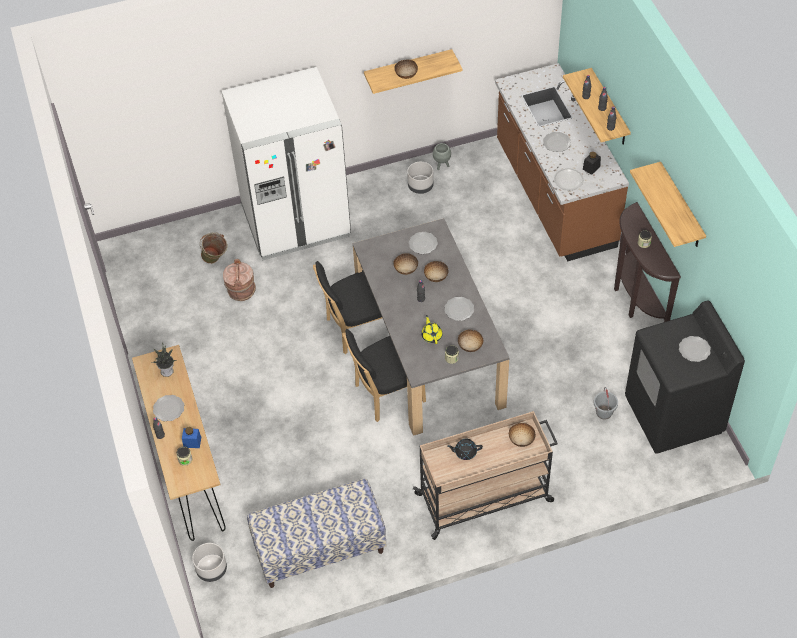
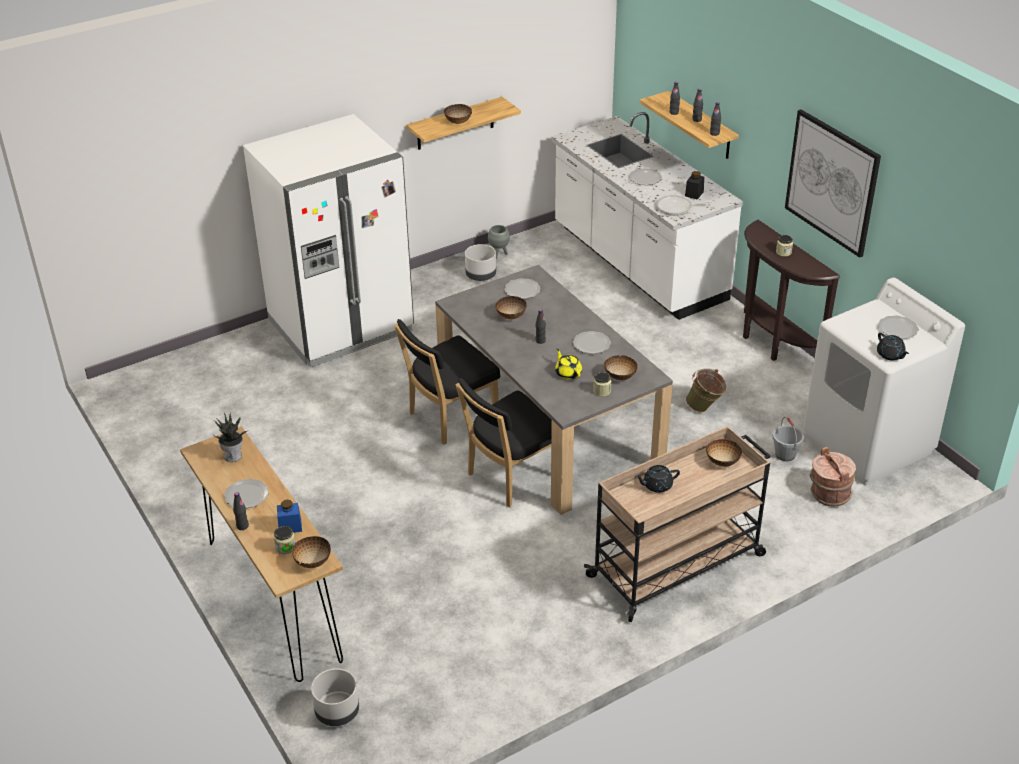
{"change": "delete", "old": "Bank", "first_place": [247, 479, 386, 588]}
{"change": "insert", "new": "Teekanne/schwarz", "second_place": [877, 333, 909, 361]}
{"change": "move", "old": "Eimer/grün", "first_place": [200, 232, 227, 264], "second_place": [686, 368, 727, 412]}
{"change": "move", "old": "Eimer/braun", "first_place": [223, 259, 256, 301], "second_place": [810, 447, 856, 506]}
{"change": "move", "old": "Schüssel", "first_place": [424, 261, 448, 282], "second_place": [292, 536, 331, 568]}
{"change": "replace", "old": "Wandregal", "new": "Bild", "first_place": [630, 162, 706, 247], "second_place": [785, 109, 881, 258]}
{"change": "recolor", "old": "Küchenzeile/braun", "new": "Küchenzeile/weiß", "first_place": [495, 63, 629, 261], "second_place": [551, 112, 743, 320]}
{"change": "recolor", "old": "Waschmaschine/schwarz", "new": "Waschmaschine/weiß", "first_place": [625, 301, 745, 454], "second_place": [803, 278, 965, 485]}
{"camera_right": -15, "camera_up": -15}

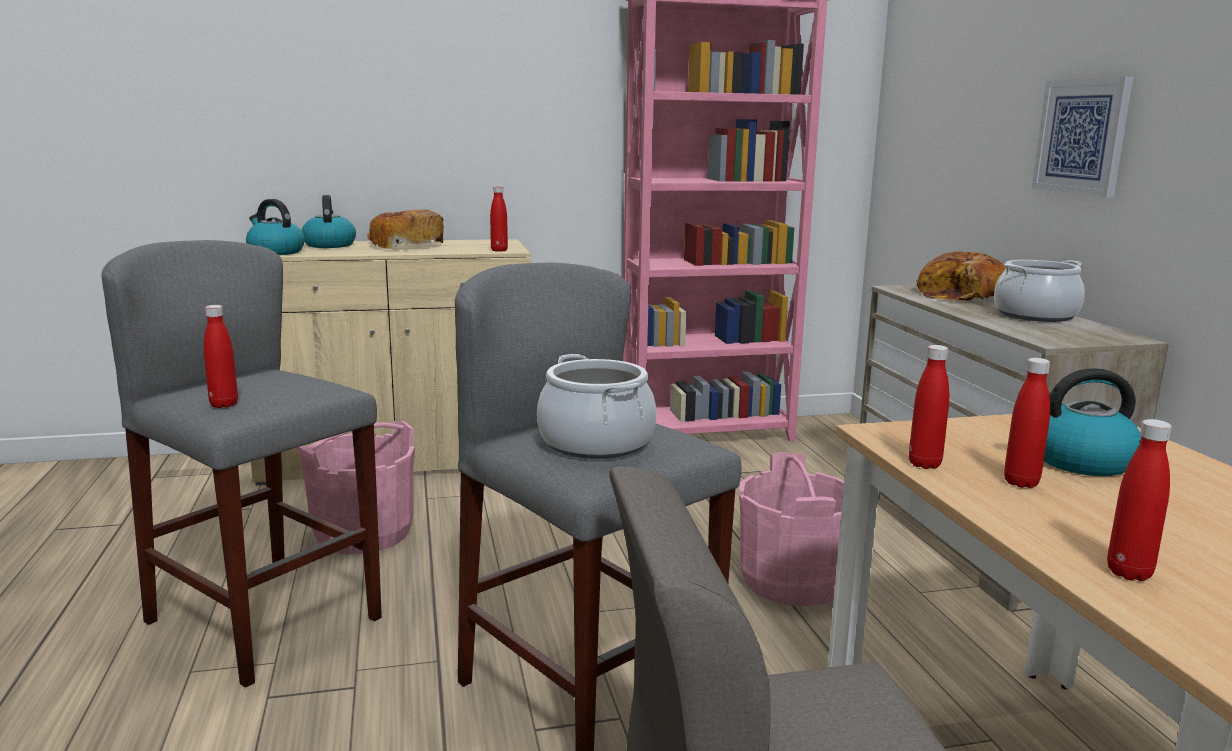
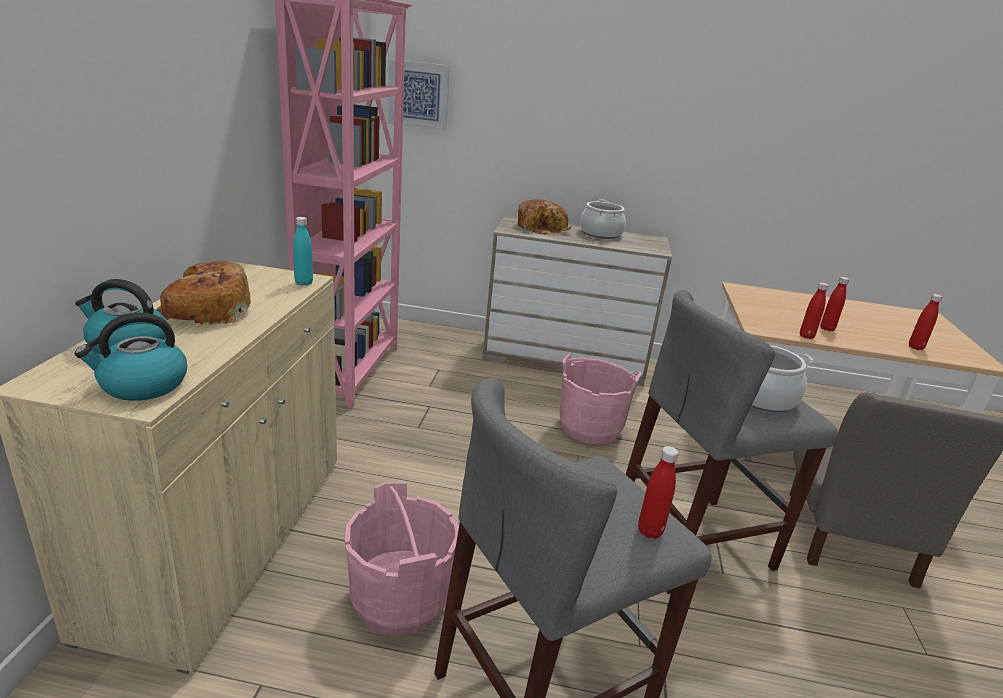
{"change": "delete", "old": "Wasserkessel", "first_place": [1044, 368, 1141, 476]}
{"change": "move", "old": "Bild", "first_place": [1032, 77, 1133, 197], "second_place": [388, 59, 450, 131]}
{"change": "recolor", "old": "Flasche/rot", "new": "Flasche/türkis", "first_place": [490, 186, 508, 252], "second_place": [293, 217, 313, 286]}
{"camera_right": -70, "camera_up": 10}

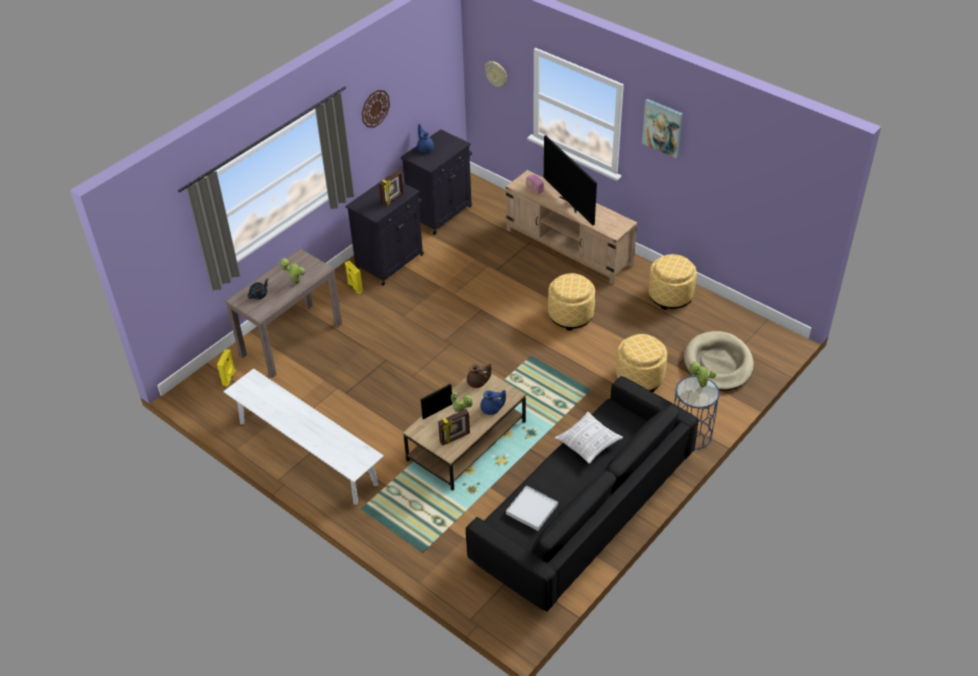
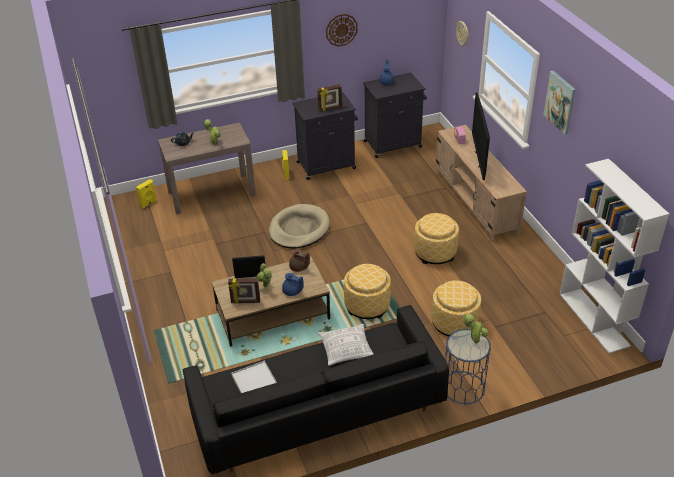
{"change": "delete", "old": "Bank/weiß", "first_place": [223, 369, 384, 505]}
{"change": "insert", "new": "Bücherregal/weiß", "second_place": [559, 159, 669, 354]}
{"change": "move", "old": "Polsterhocker", "first_place": [648, 254, 697, 310], "second_place": [344, 264, 391, 319]}
{"change": "move", "old": "Hundebett/beige", "first_place": [684, 331, 754, 391], "second_place": [269, 204, 330, 249]}
{"camera_right": 30, "camera_up": -5}

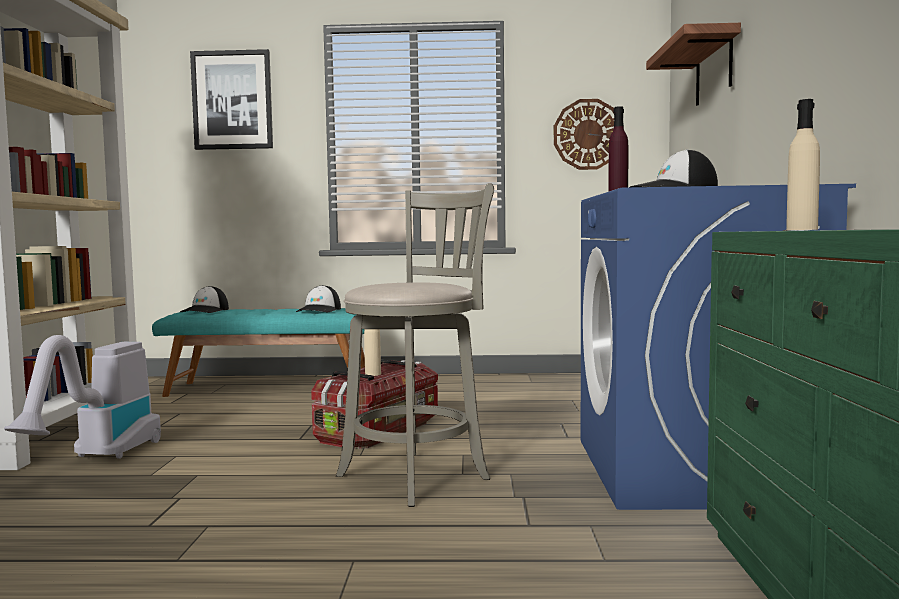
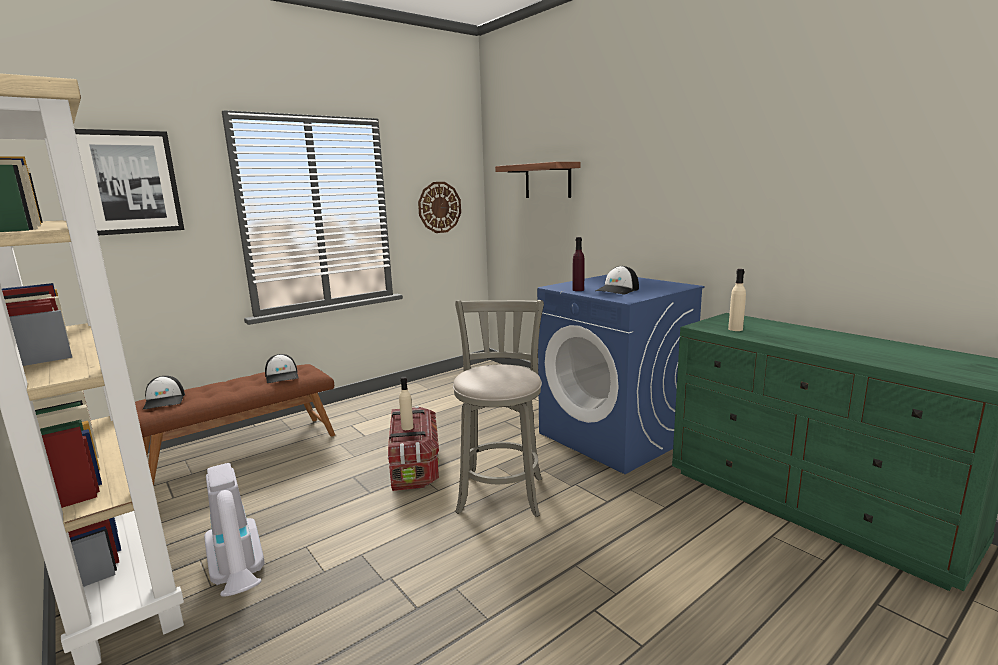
{"change": "recolor", "old": "Bank/türkis", "new": "Bank/braun", "first_place": [152, 308, 365, 397], "second_place": [135, 364, 335, 486]}
{"camera_right": -40, "camera_up": 10}

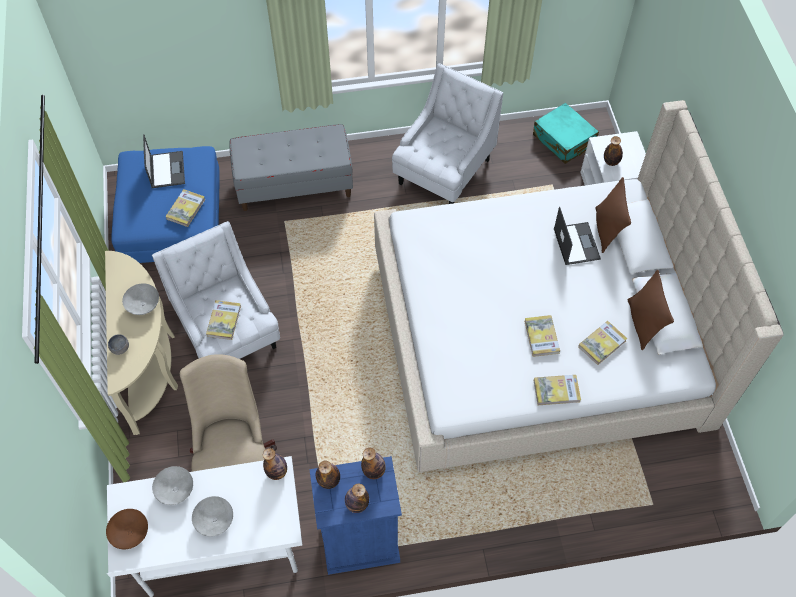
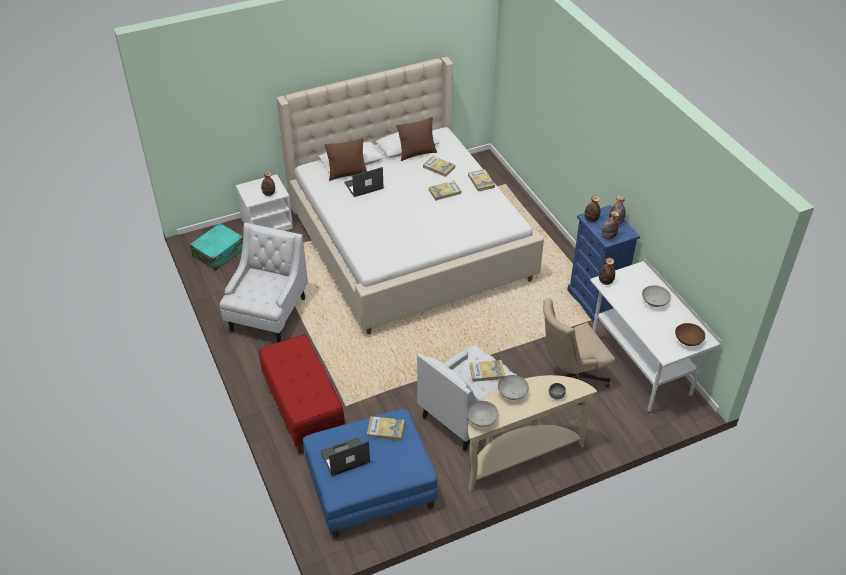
{"change": "move", "old": "Schüssel/grau", "first_place": [152, 466, 193, 505], "second_place": [467, 401, 498, 427]}
{"change": "recolor", "old": "Bank/grau", "new": "Bank/rot", "first_place": [230, 124, 353, 211], "second_place": [259, 334, 345, 454]}
{"change": "rotate", "old": "Sessel/weiß", "first_place": [392, 63, 503, 204], "second_place": [219, 223, 308, 342], "degrees": 90}
{"camera_right": -105, "camera_up": -15}

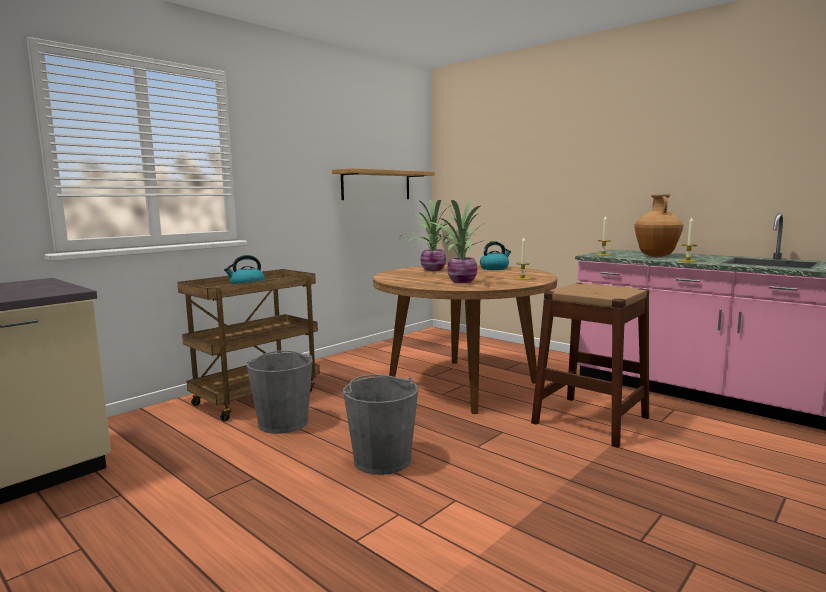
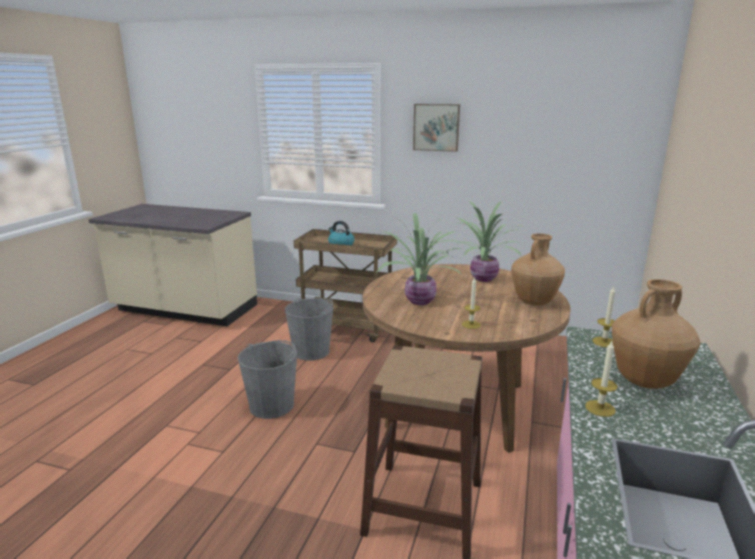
{"change": "delete", "old": "Wandregal", "first_place": [332, 168, 435, 200]}
{"change": "insert", "new": "Bild", "second_place": [413, 104, 460, 152]}
{"change": "replace", "old": "Wasserkessel", "new": "Vase/braun", "first_place": [480, 241, 511, 270], "second_place": [511, 233, 565, 305]}
{"camera_right": 65, "camera_up": 10}

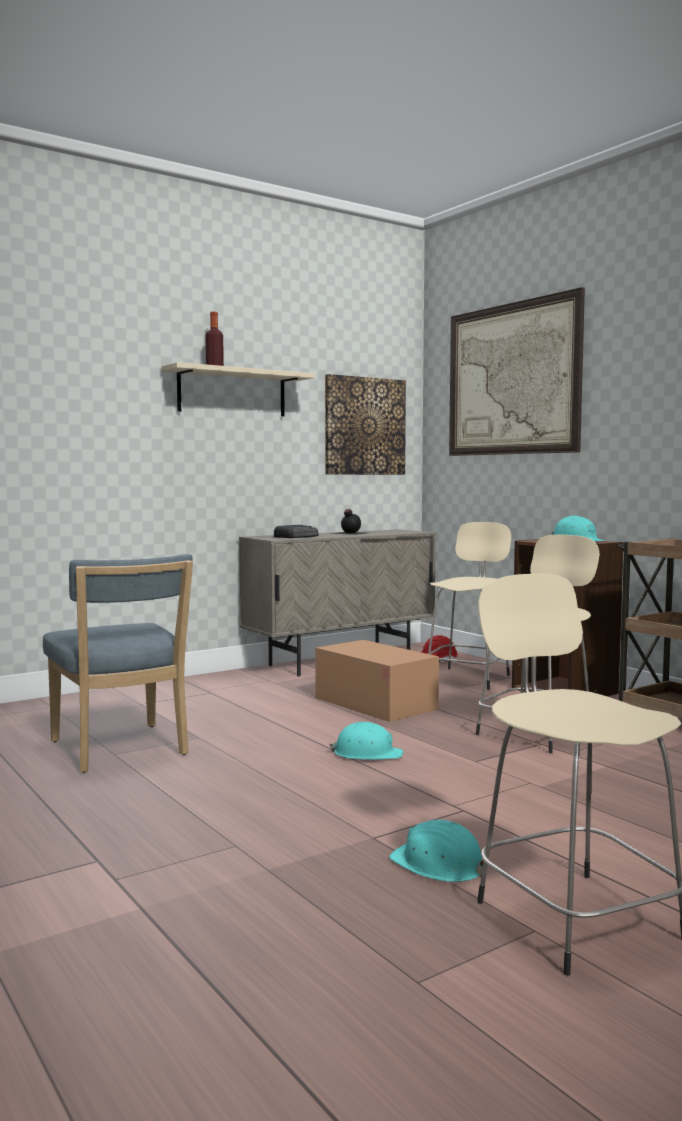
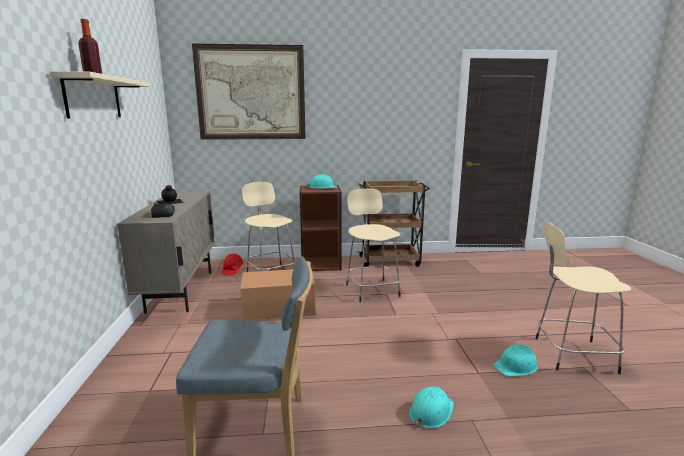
{"change": "delete", "old": "Bild", "first_place": [325, 374, 406, 475]}
{"change": "move", "old": "Schutzhelm/türkis", "first_place": [330, 722, 404, 760], "second_place": [409, 387, 454, 428]}
{"camera_right": -60, "camera_up": 10}

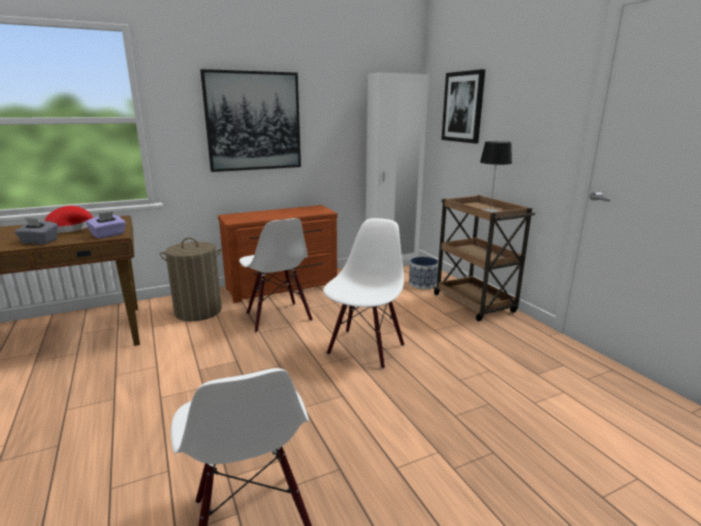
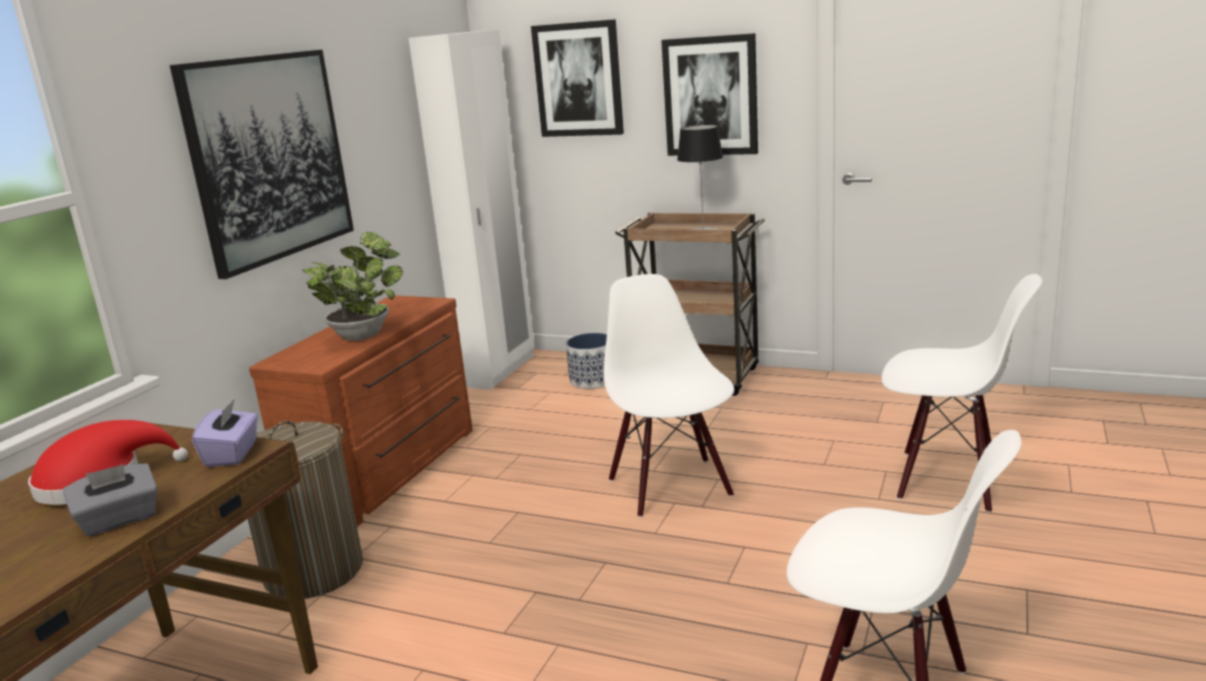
{"change": "insert", "new": "Topfpflanze", "second_place": [303, 232, 403, 341]}
{"change": "insert", "new": "Bild", "second_place": [661, 33, 758, 156]}
{"change": "move", "old": "Stuhl/weiß", "first_place": [239, 218, 313, 333], "second_place": [881, 274, 1042, 513]}
{"camera_right": -40, "camera_up": 0}

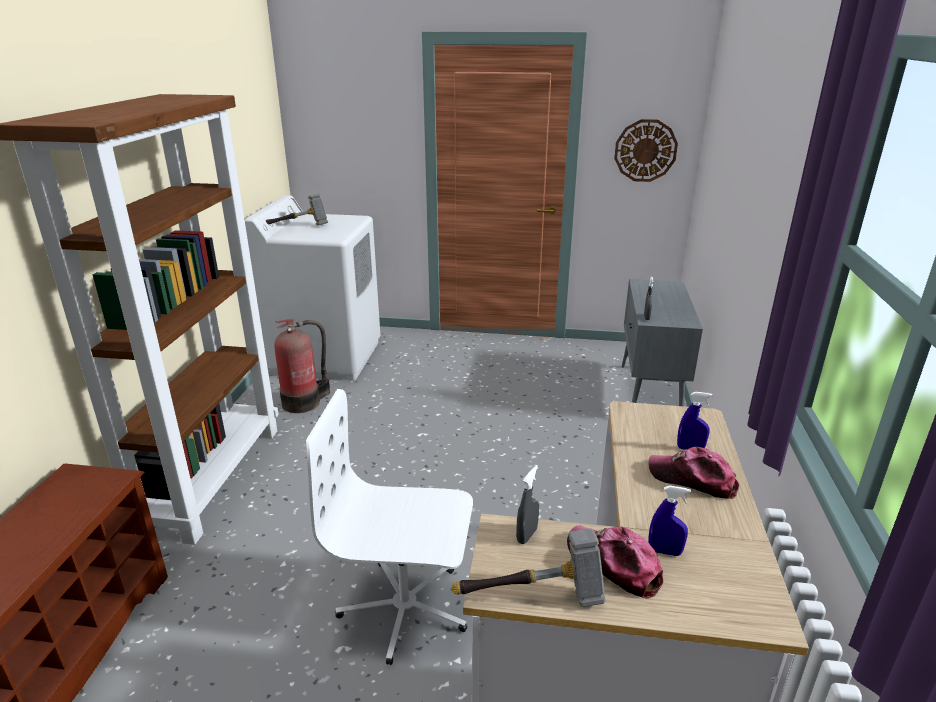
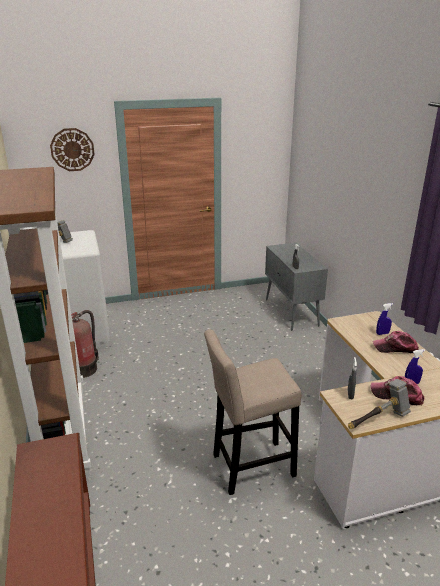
{"change": "move", "old": "Wanduhr", "first_place": [614, 119, 678, 182], "second_place": [50, 128, 95, 171]}
{"change": "replace", "old": "Bürostuhl/weiß", "new": "Hocker/beige", "first_place": [306, 389, 473, 665], "second_place": [204, 329, 301, 495]}
{"camera_right": -25, "camera_up": 0}

